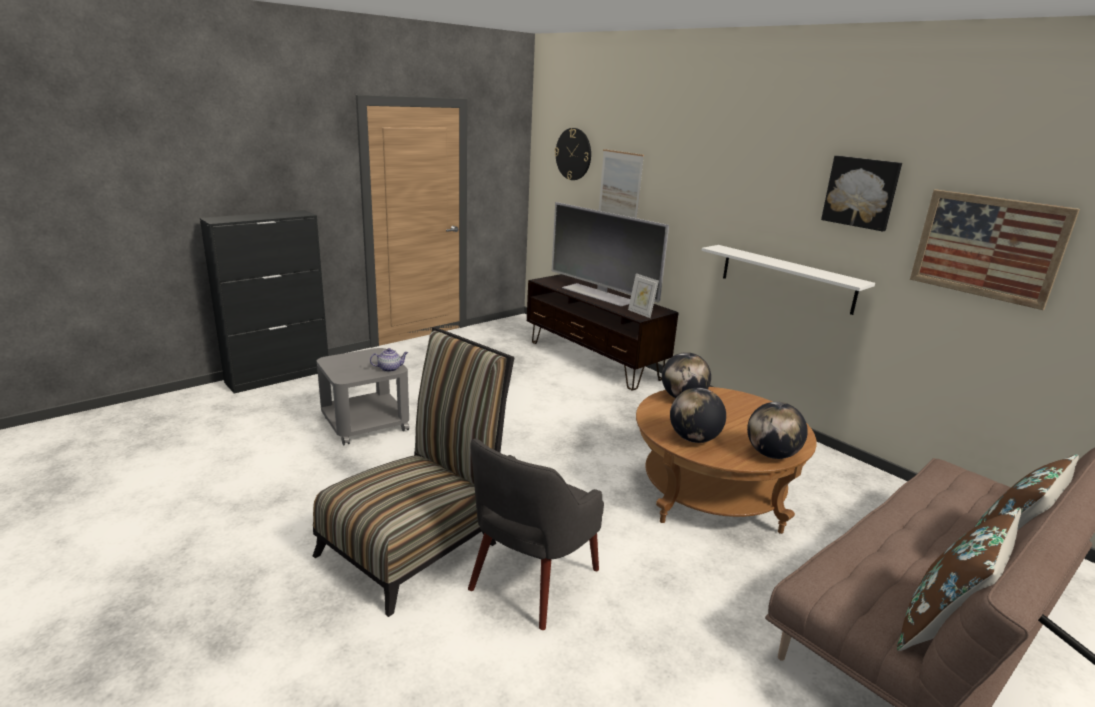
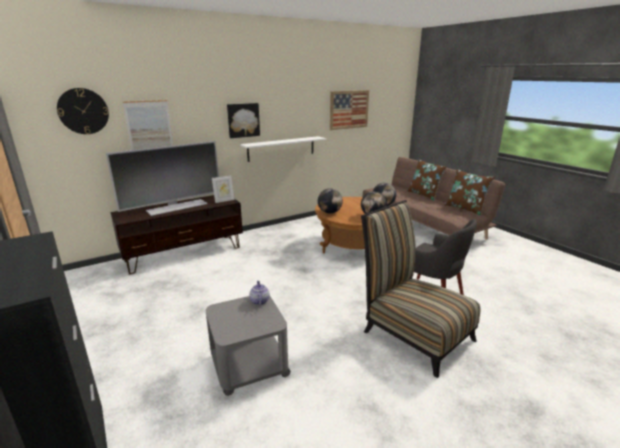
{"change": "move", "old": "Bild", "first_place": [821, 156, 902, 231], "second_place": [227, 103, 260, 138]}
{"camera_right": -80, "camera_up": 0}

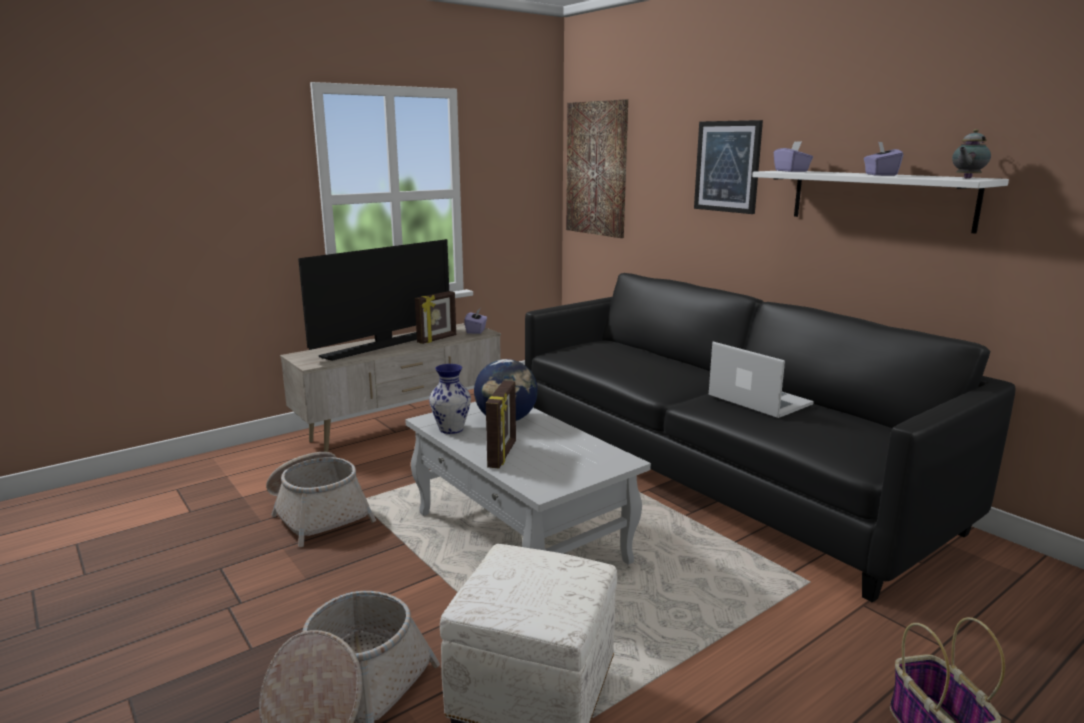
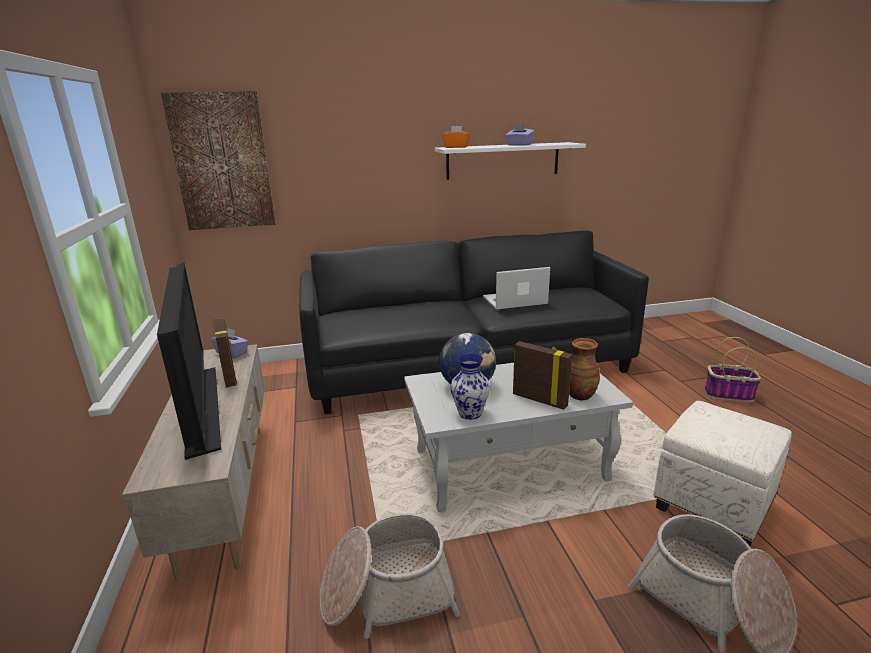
{"change": "delete", "old": "Bild", "first_place": [694, 120, 763, 214]}
{"change": "delete", "old": "Teekanne", "first_place": [952, 129, 991, 179]}
{"change": "insert", "new": "Vase", "second_place": [569, 338, 600, 400]}
{"change": "recolor", "old": "Taschentuchbox/lila", "new": "Taschentuchbox/orange", "first_place": [774, 141, 813, 172], "second_place": [442, 126, 470, 148]}
{"camera_right": -65, "camera_up": 5}

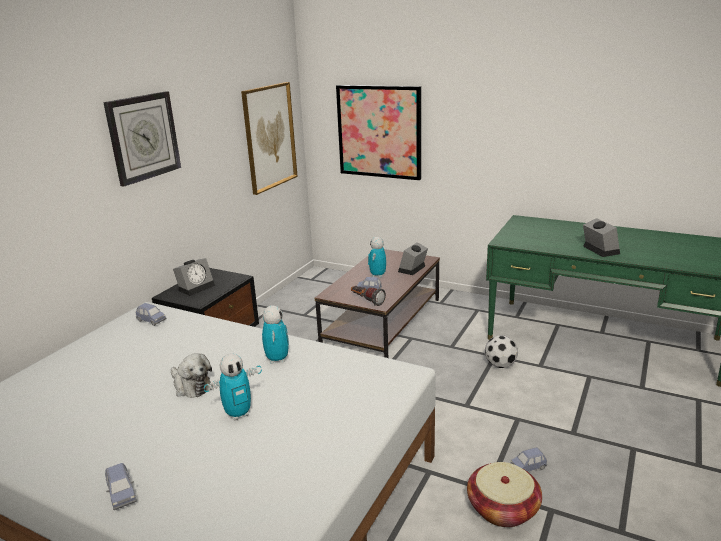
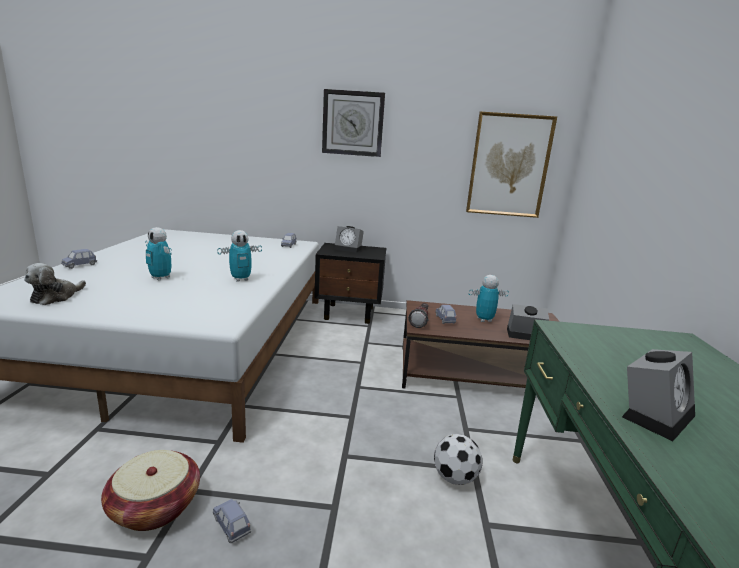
{"change": "delete", "old": "Bild", "first_place": [336, 85, 421, 180]}
{"change": "move", "old": "Plüschtier", "first_place": [171, 353, 213, 398], "second_place": [24, 263, 86, 305]}
{"camera_right": 65, "camera_up": -5}

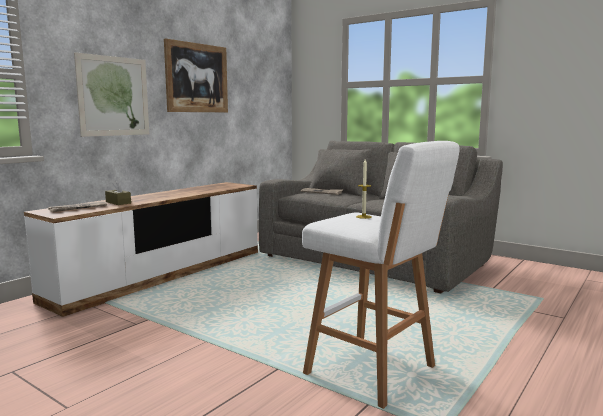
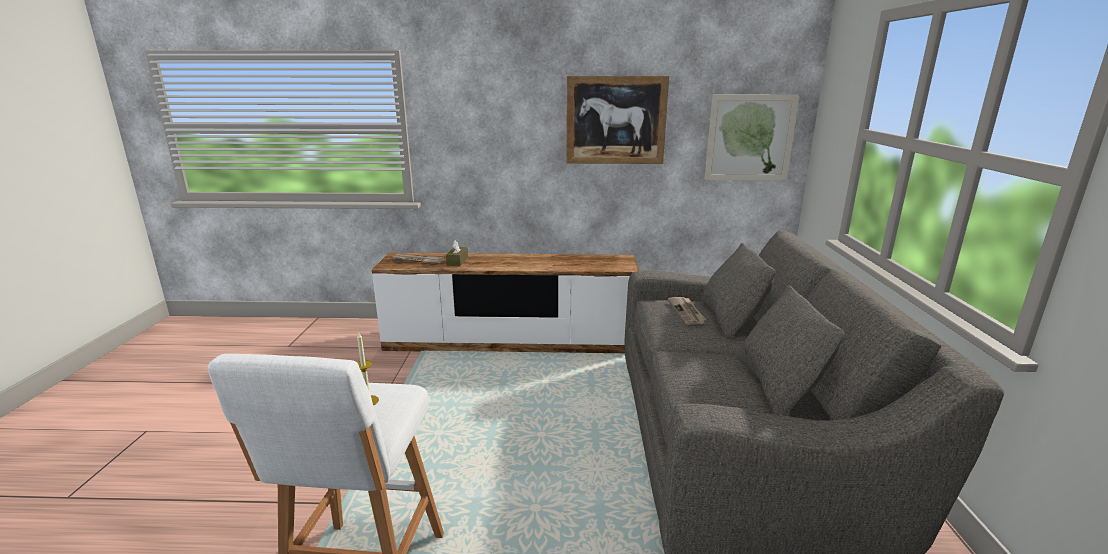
{"change": "move", "old": "Bild", "first_place": [74, 52, 149, 137], "second_place": [704, 95, 800, 181]}
{"camera_right": 55, "camera_up": 10}

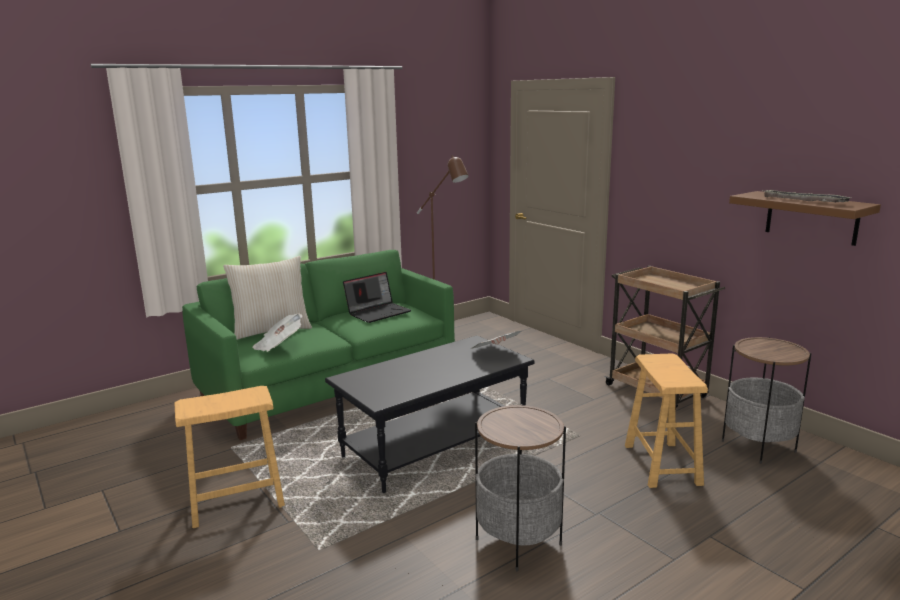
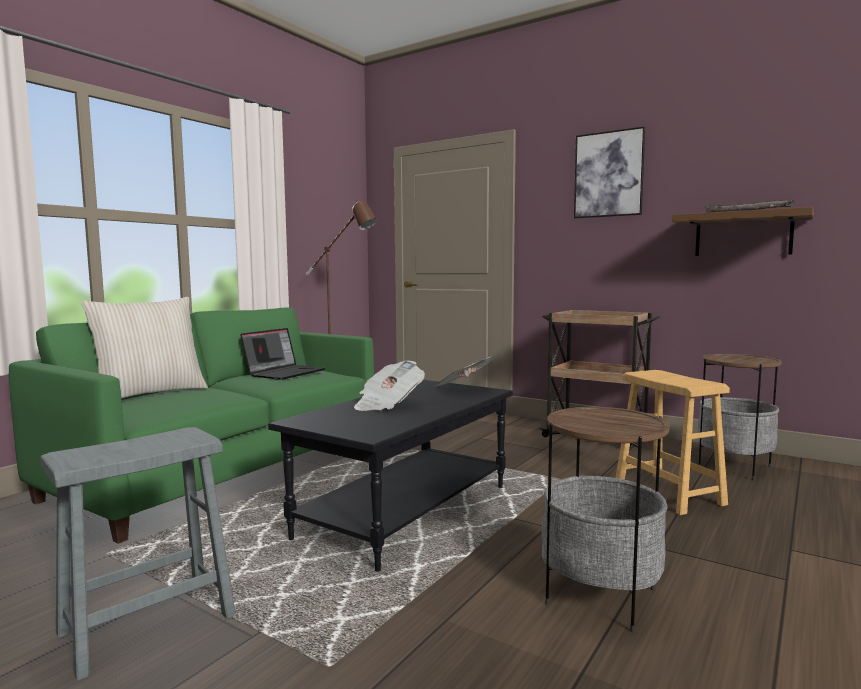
{"change": "insert", "new": "Bild", "second_place": [574, 126, 645, 218]}
{"change": "move", "old": "Zeitung", "first_place": [253, 314, 303, 352], "second_place": [354, 360, 425, 411]}
{"change": "recolor", "old": "Hocker/braun", "new": "Hocker/grau", "first_place": [174, 386, 285, 528], "second_place": [40, 427, 236, 681]}
{"camera_right": -20, "camera_up": -10}

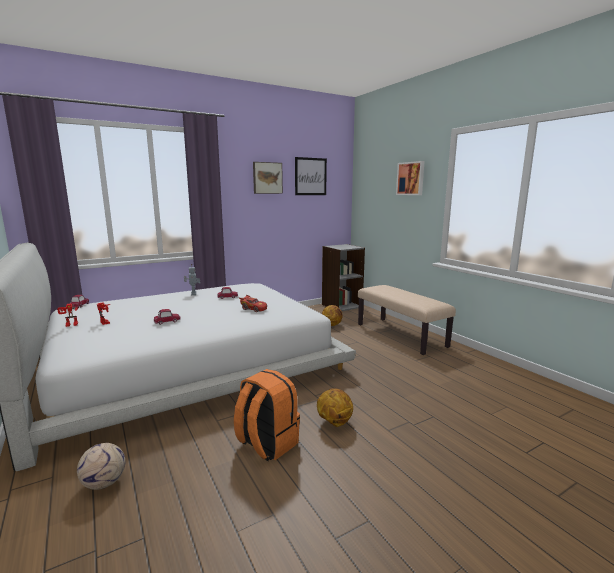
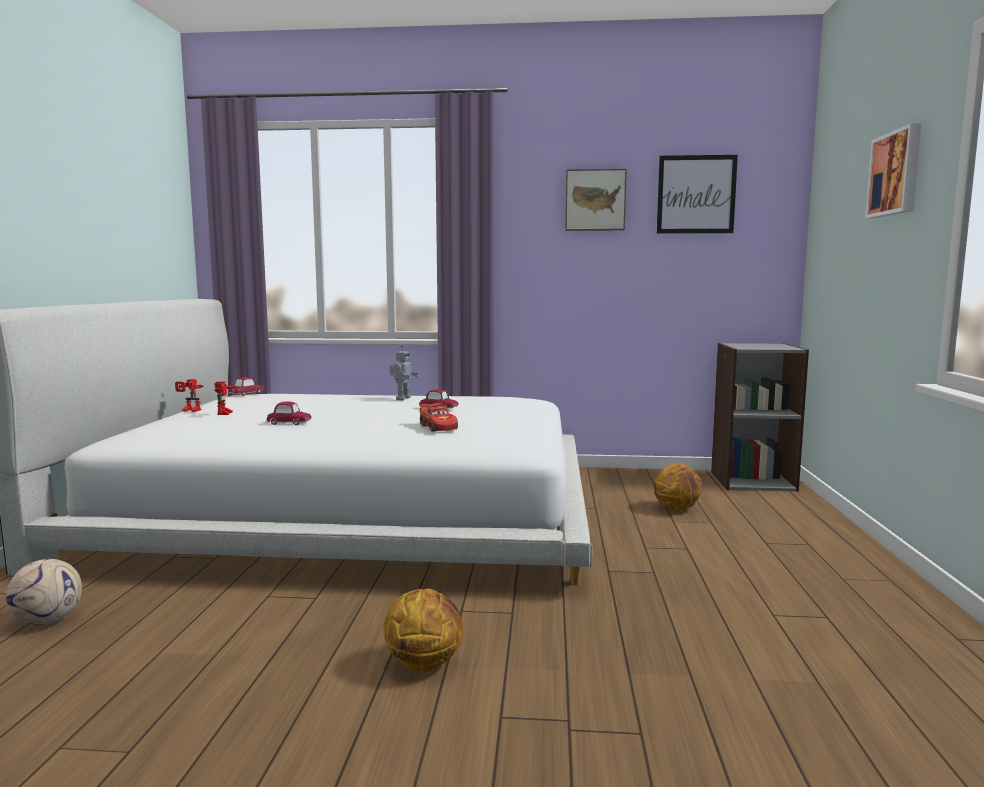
{"change": "delete", "old": "Rucksack/orange", "first_place": [234, 369, 300, 461]}
{"change": "delete", "old": "Bank/beige", "first_place": [358, 285, 456, 355]}
{"camera_right": 35, "camera_up": -5}

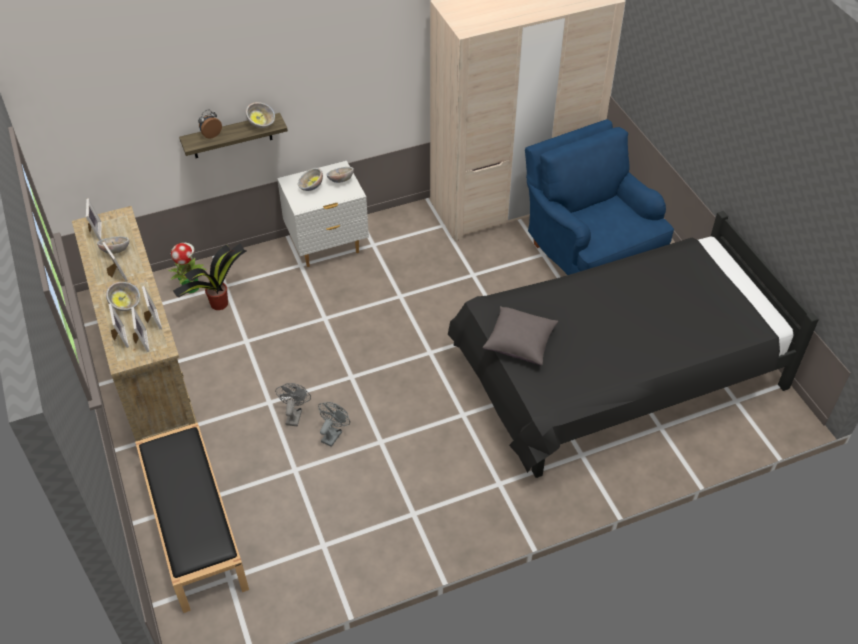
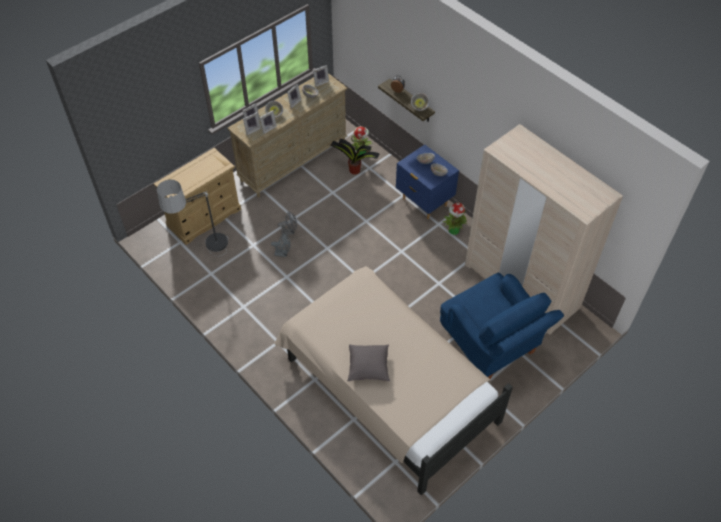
{"change": "insert", "new": "Stehlampe", "second_place": [157, 180, 228, 256]}
{"change": "insert", "new": "Topfpflanze", "second_place": [443, 203, 467, 235]}
{"change": "move", "old": "Kissen/grau", "first_place": [483, 306, 558, 365], "second_place": [348, 344, 390, 381]}
{"change": "replace", "old": "Bank/schwarz", "new": "Kommode/beige", "first_place": [135, 423, 249, 613], "second_place": [154, 148, 241, 245]}
{"change": "recolor", "old": "Nachttisch/weiß", "new": "Nachttisch/blau", "first_place": [277, 161, 369, 267], "second_place": [396, 144, 459, 219]}
{"change": "recolor", "old": "Bett/schwarz", "new": "Bett/beige", "first_place": [448, 211, 819, 478], "second_place": [274, 266, 513, 495]}
{"change": "rotate", "old": "Sessel/blau", "first_place": [525, 119, 674, 275], "second_place": [440, 273, 564, 379], "degrees": 105}
{"camera_right": 70, "camera_up": 5}

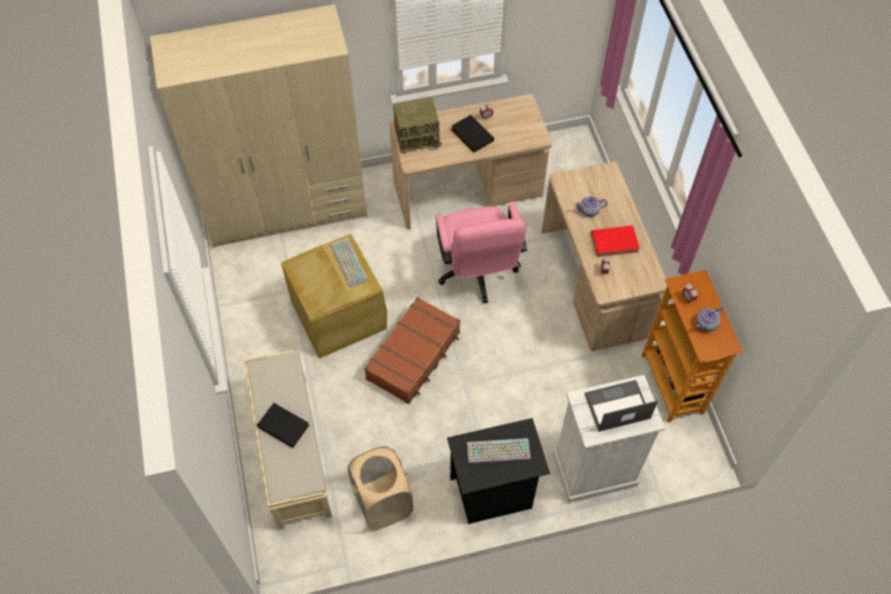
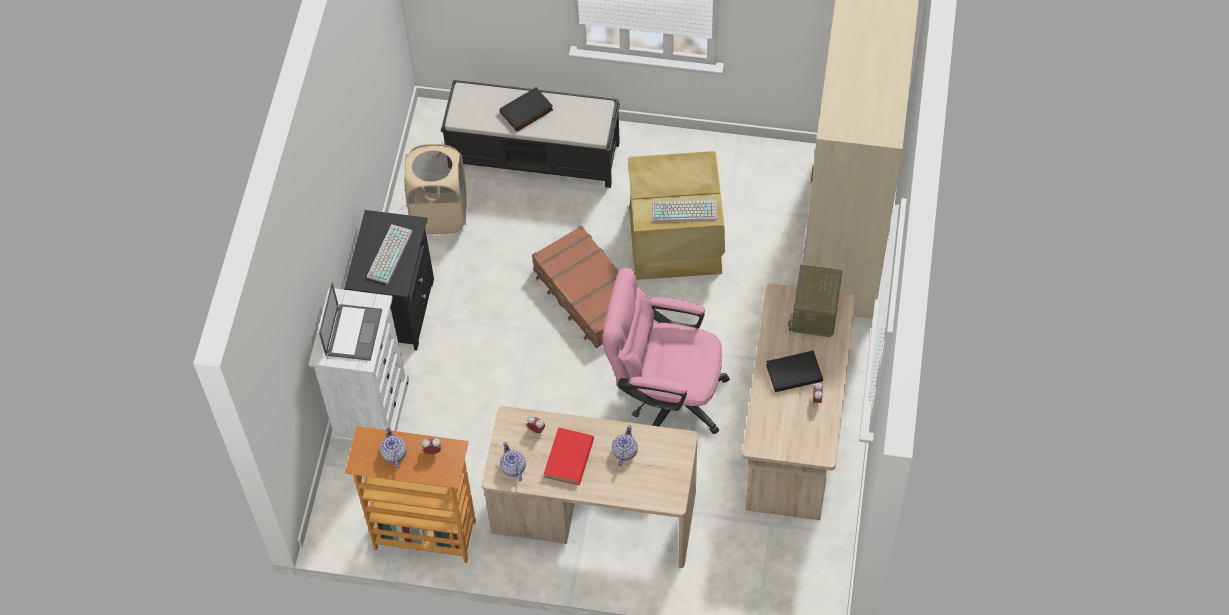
{"change": "insert", "new": "Teekanne", "second_place": [500, 442, 526, 481]}
{"change": "recolor", "old": "Bank/beige", "new": "Bank/schwarz", "first_place": [244, 350, 332, 530], "second_place": [441, 80, 620, 188]}
{"camera_right": 115, "camera_up": 0}

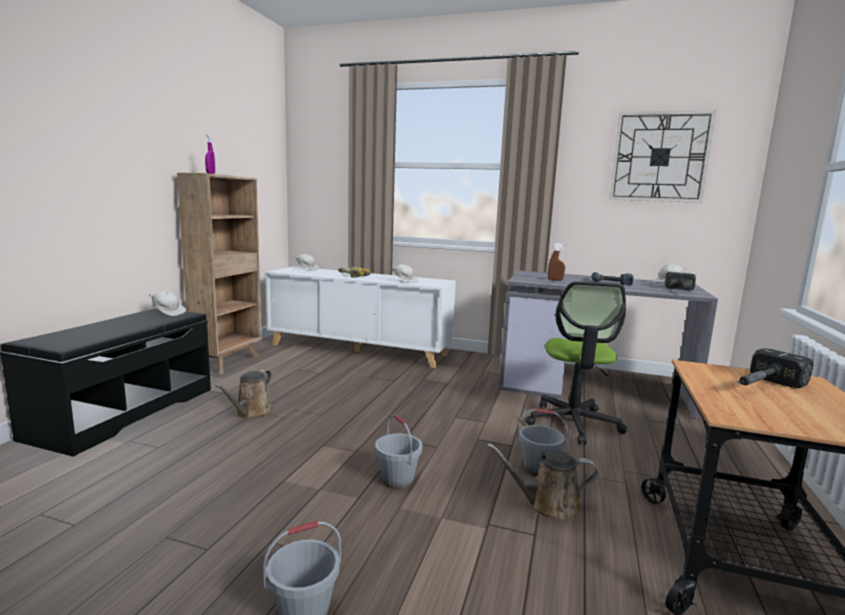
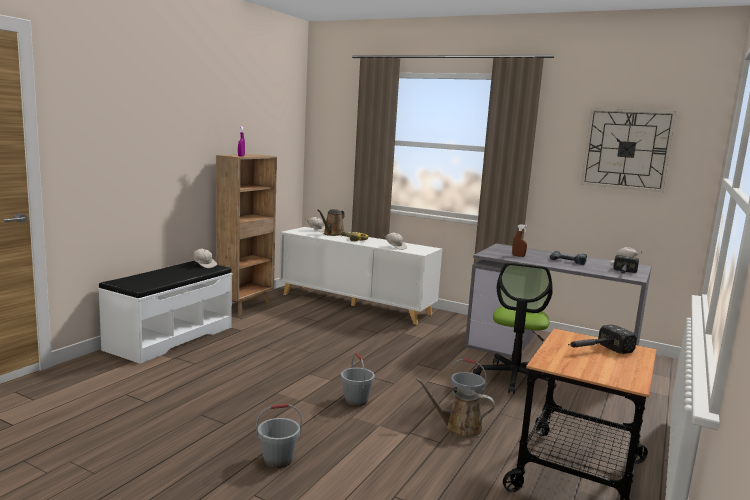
{"change": "move", "old": "Gießkanne/braun", "first_place": [215, 369, 273, 419], "second_place": [318, 209, 345, 236]}
{"change": "recolor", "old": "Bank/schwarz", "new": "Bank/weiß", "first_place": [0, 308, 211, 457], "second_place": [98, 261, 232, 364]}
{"camera_right": 10, "camera_up": 0}

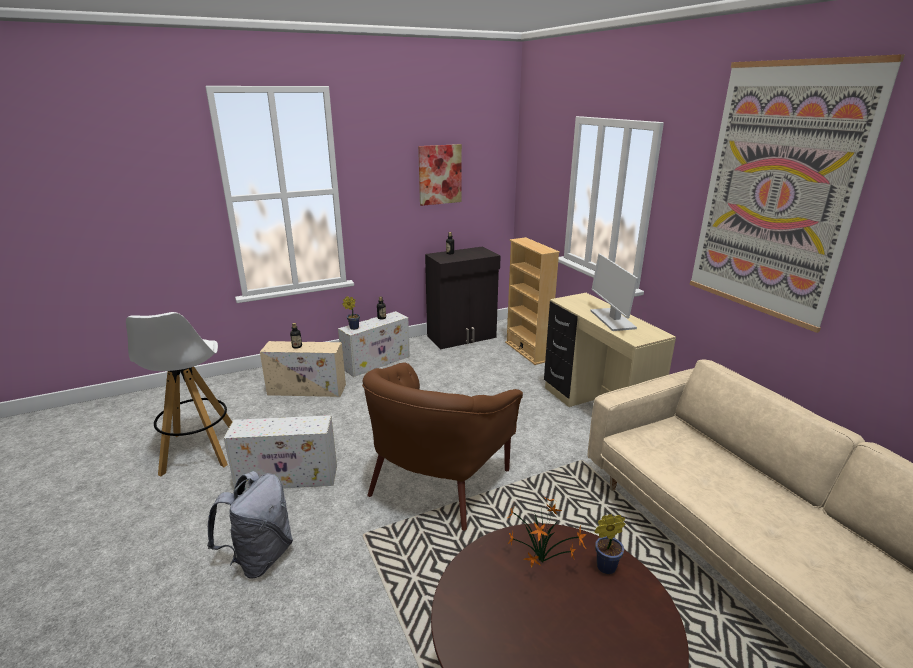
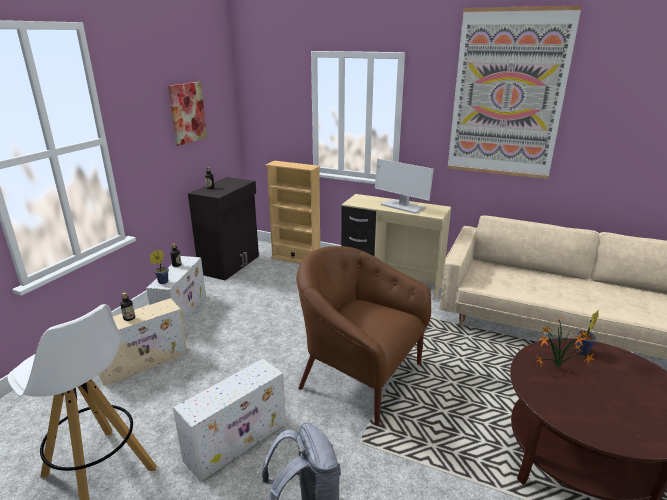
{"change": "rotate", "old": "Sessel/braun", "first_place": [362, 363, 523, 531], "second_place": [297, 246, 431, 426], "degrees": 135}
{"camera_right": -40, "camera_up": 0}

